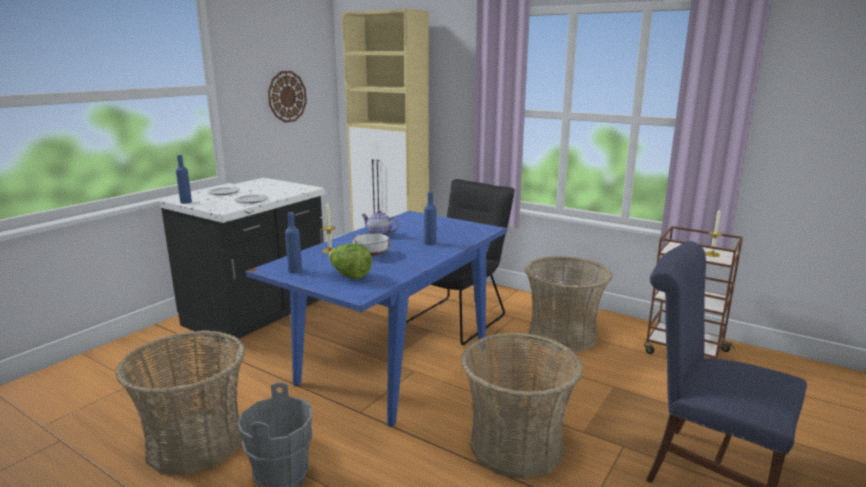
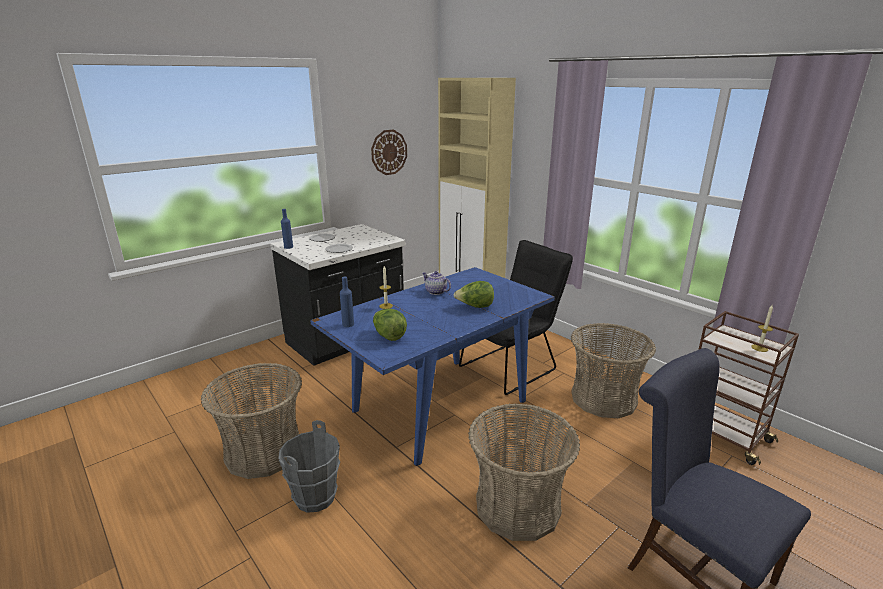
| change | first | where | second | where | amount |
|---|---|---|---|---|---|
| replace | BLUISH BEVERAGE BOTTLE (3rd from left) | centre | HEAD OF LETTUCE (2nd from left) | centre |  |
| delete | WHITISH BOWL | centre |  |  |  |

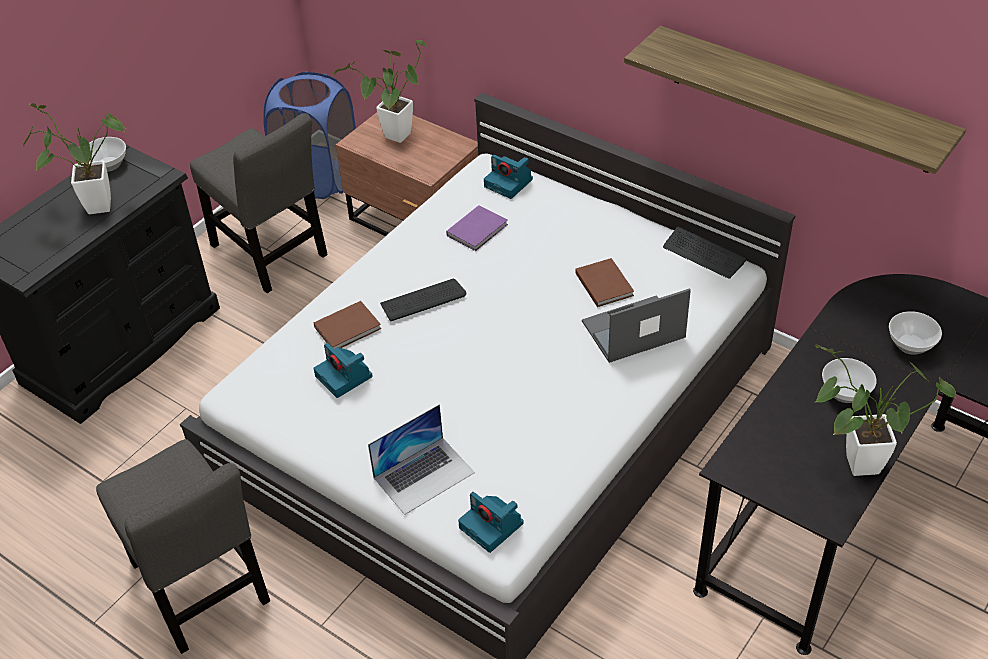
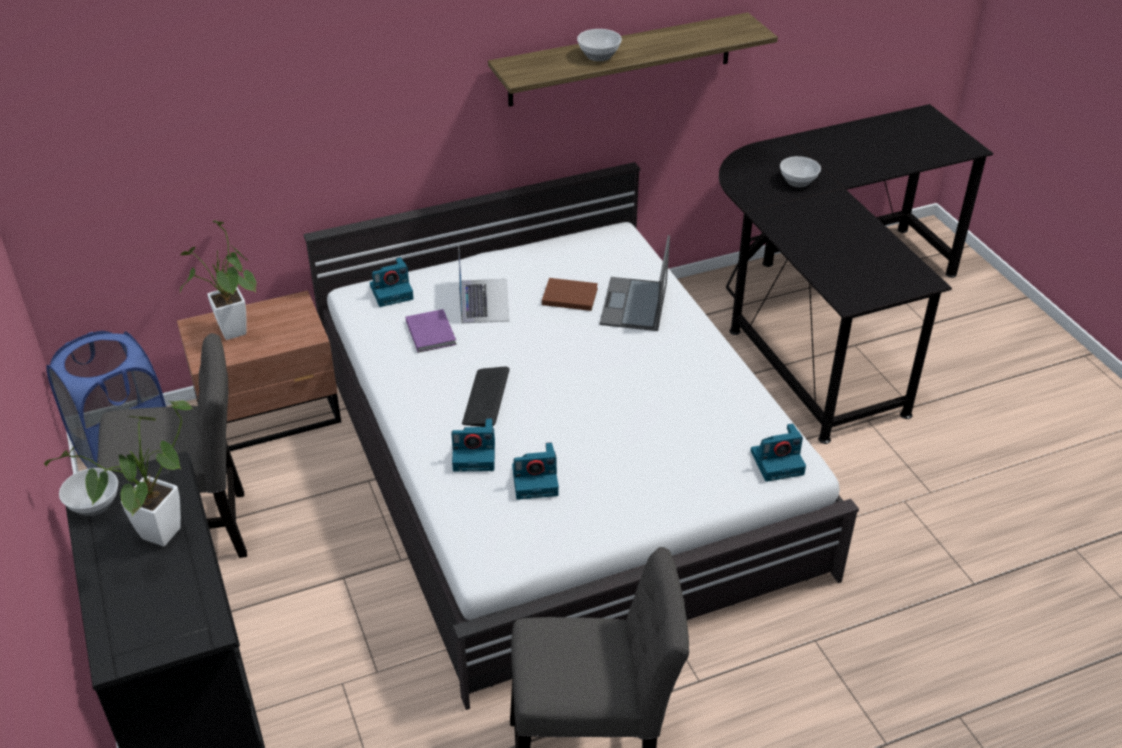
| change | first | where | second | where | amount |
|---|---|---|---|---|---|
| delete | PC KEYBOARD (2nd from left) | middle right |  |  |  |
| replace | BROWNISH BOUND BOOK (1st from left) | centre | PHOTO CAMERA (2nd from left) | centre |  |
| delete | POTTED PLANT (3rd from left) | middle right |  |  |  |
| move | BOWL (2nd from left) | middle right |  | top centre |  |
| move | NOTEBOOK COMPUTER (1st from left) | bottom centre |  | centre |  |

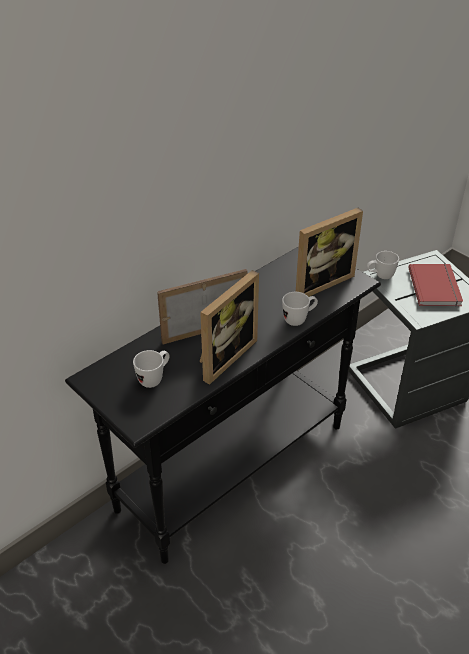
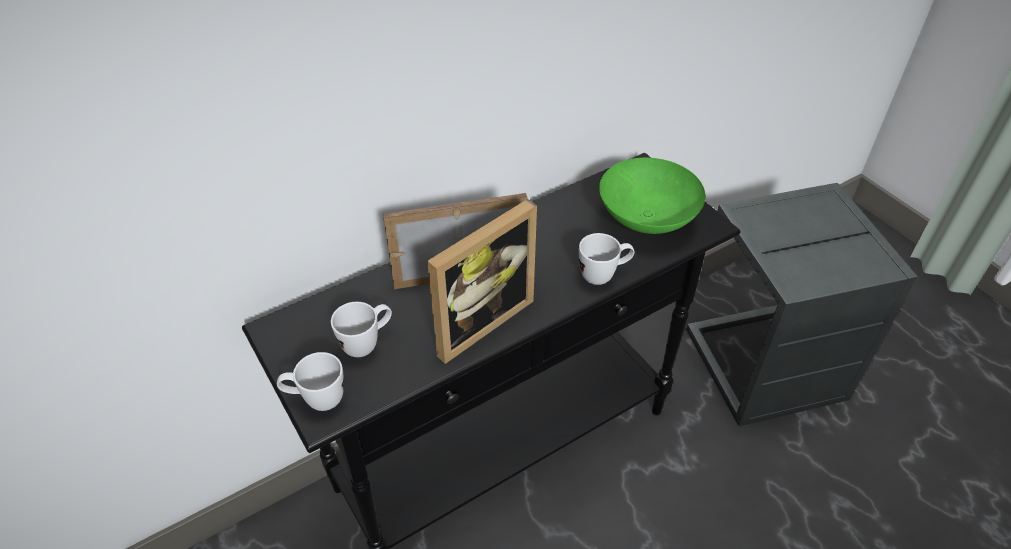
| change | first | where | second | where | amount |
|---|---|---|---|---|---|
| replace | PHOTO FRAME (3rd from left) | middle right | GREEN BOWL | centre |  |
| move | WHITISH MUG (3rd from left in the first image) | middle right | WHITISH MUG (1st from left) | bottom left |  |
| delete | RED BOUND BOOK | middle right |  |  |  |

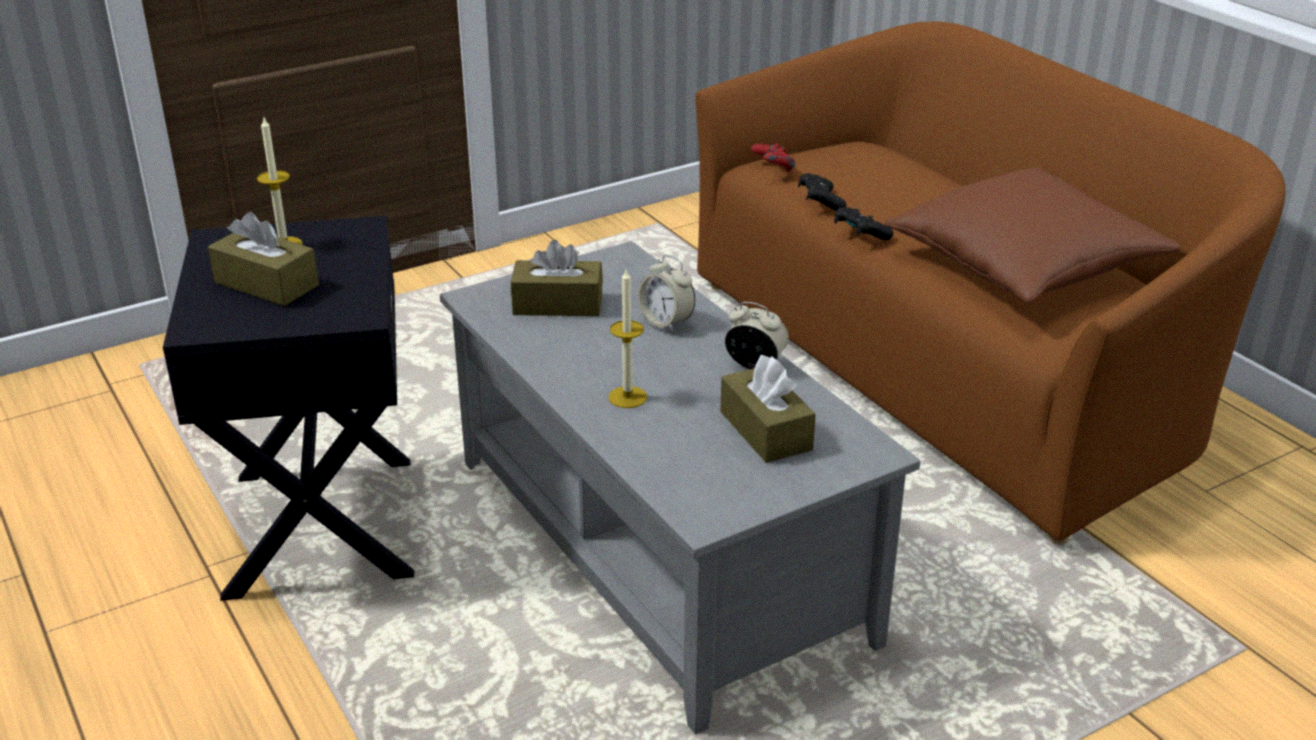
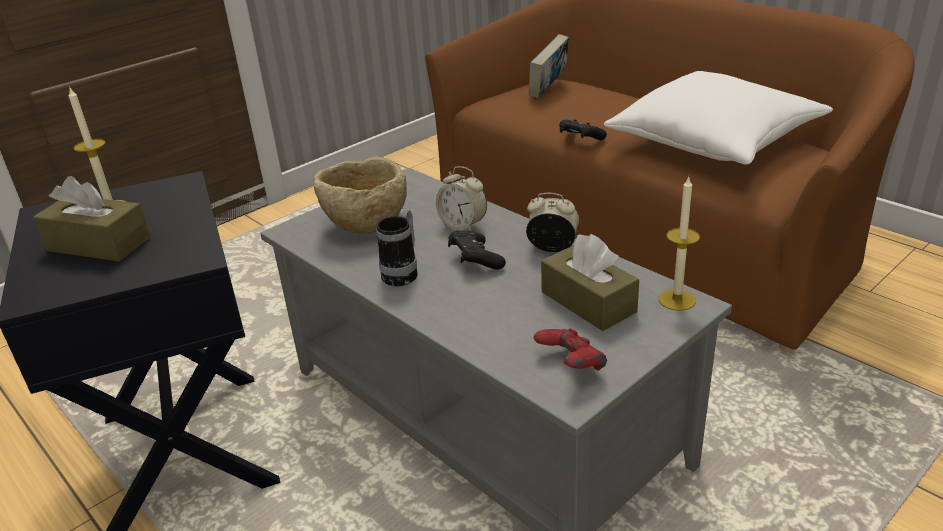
| change | first | where | second | where | amount |
|---|---|---|---|---|---|
| move | RED JOYPAD | top centre |  | centre |  |
| recolor | BROWNISH THROW PILLOW | top right | WHITISH THROW PILLOW | top right |  |
| move | BLACKISH JOYPAD (1st from left) | top centre |  | centre |  |
| replace | BROWNISH BOX OF TISSUES (2nd from left) | centre | SAND-COLOURED BOWL | centre |  |
| move | CANDLE (2nd from left) | centre |  | middle right |  |
| insert |  |  | BOUND BOOK | top centre |  |
| insert |  |  | MUG | centre |  |

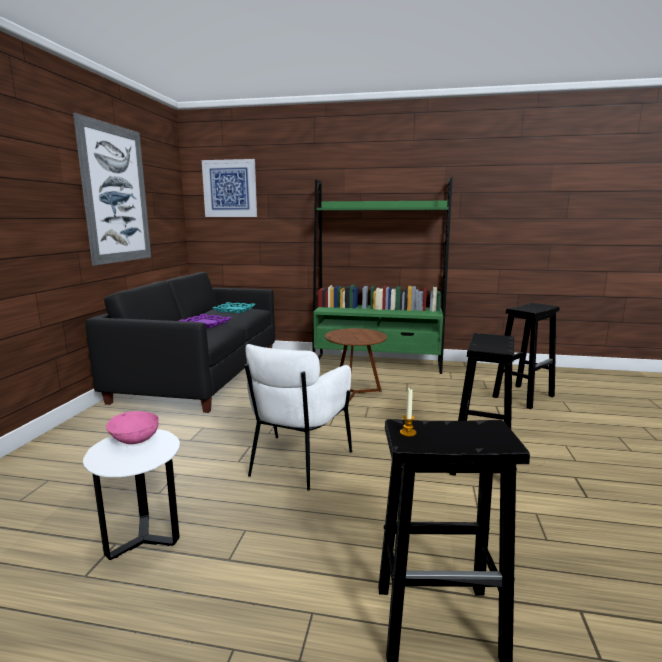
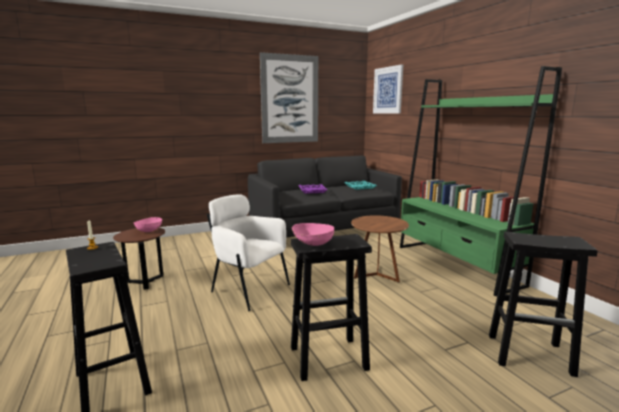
| change | first | where | second | where | amount |
|---|---|---|---|---|---|
| rotate | WHITISH ARMCHAIR | centre |  | centre | 45 degrees clockwise |
| recolor | WHITISH SIDE TABLE | bottom left | BROWNISH SIDE TABLE (1st from left) | middle left |  |
| insert |  |  | PINKISH BOWL (2nd from left) | centre |  |

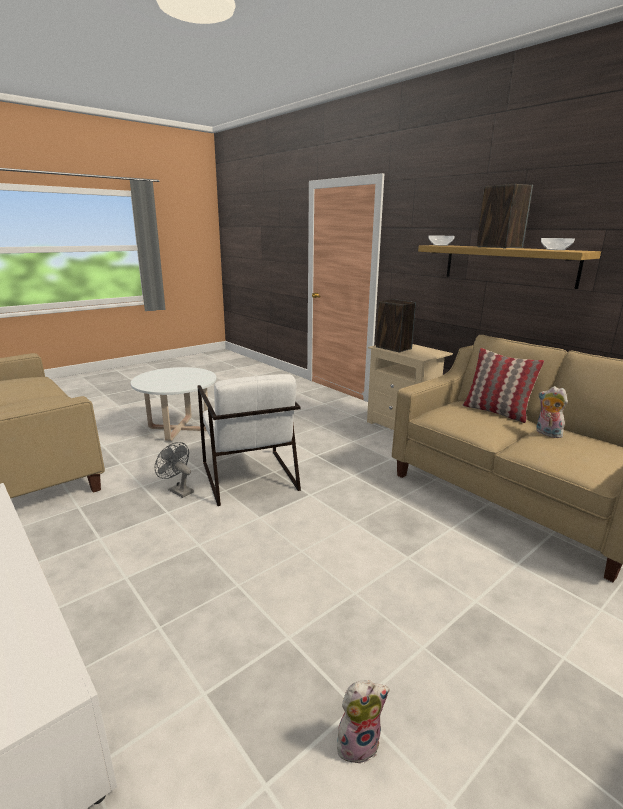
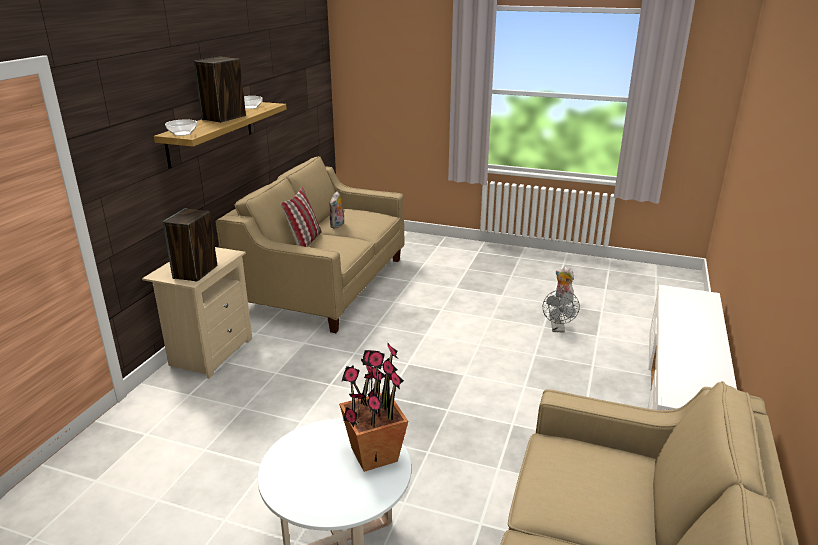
| change | first | where | second | where | amount |
|---|---|---|---|---|---|
| delete | WHITISH ARMCHAIR | centre |  |  |  |
| move | GREY FAN | middle left |  | middle right |  |
| insert |  |  | POTTED PLANT | bottom centre |  |

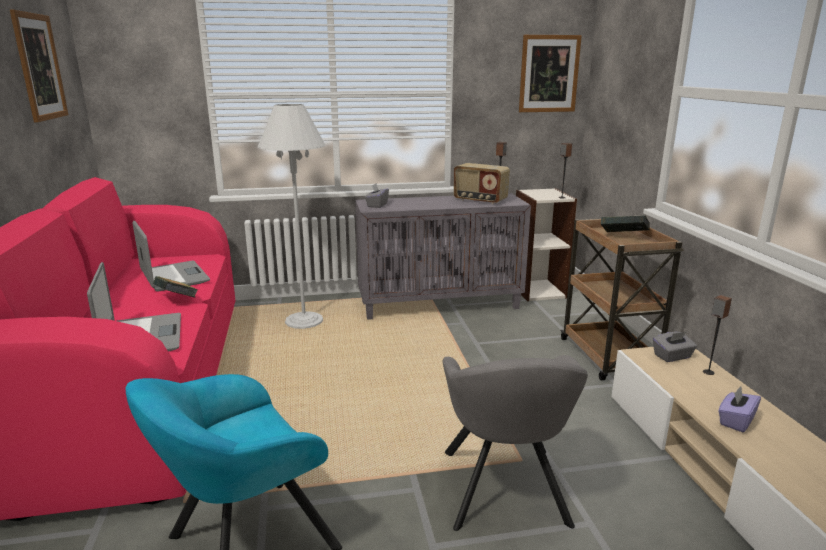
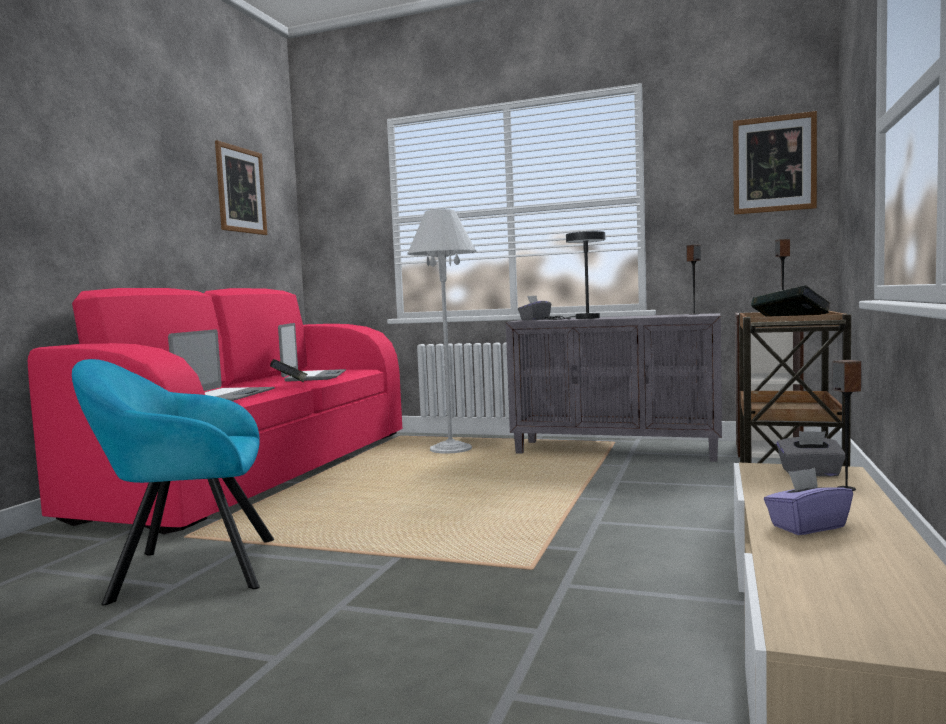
| change | first | where | second | where | amount |
|---|---|---|---|---|---|
| delete | RADIO SET | top centre |  |  |  |
| delete | GREY ARMCHAIR | bottom centre |  |  |  |
| insert |  |  | GREY LAMP FOR A TABLE | centre |  |

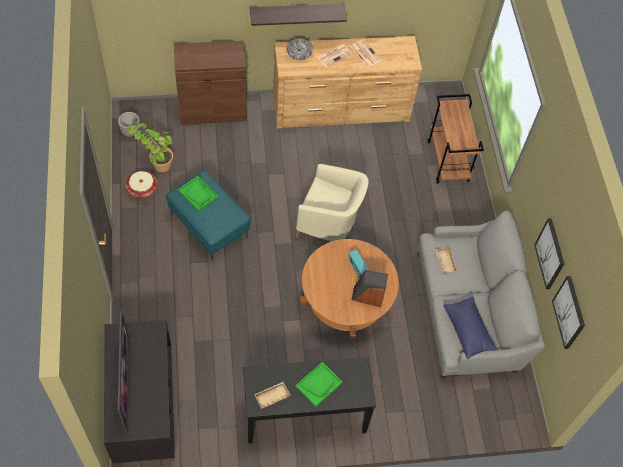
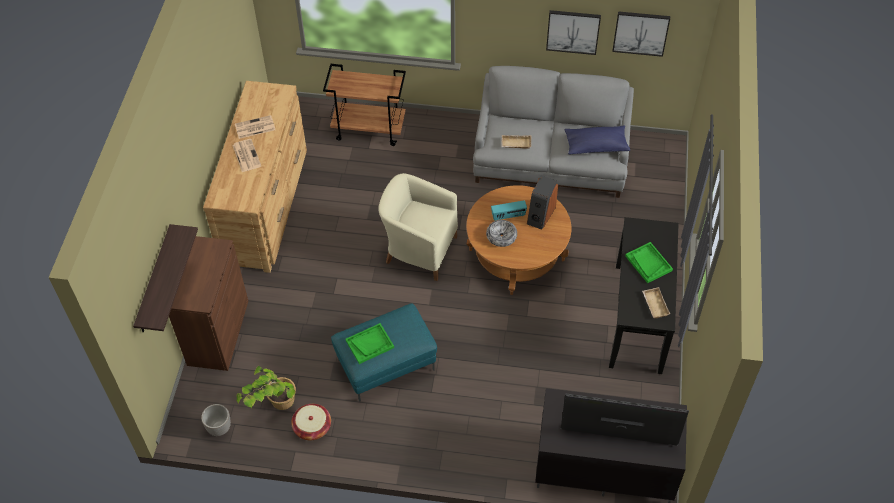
| change | first | where | second | where | amount |
|---|---|---|---|---|---|
| move | SHELF | top centre |  | middle left |  |
| move | BOWL | top centre |  | centre |  |
| rotate | SAND-COLOURED ARMCHAIR | centre |  | centre | 105 degrees counterclockwise |

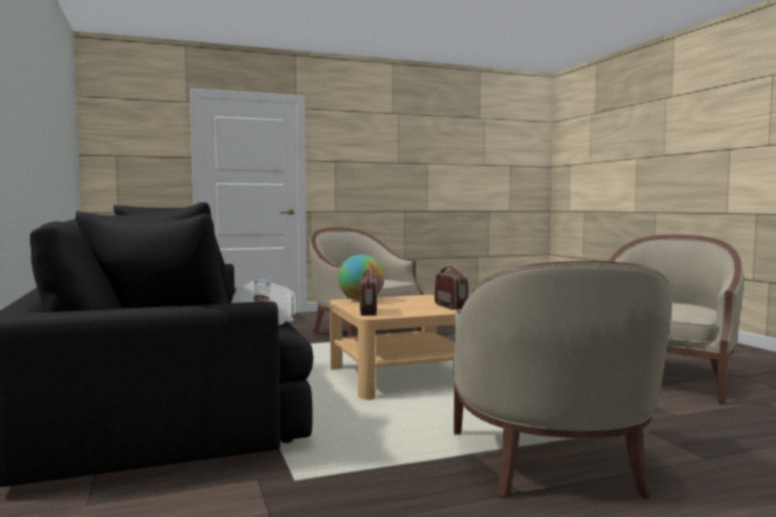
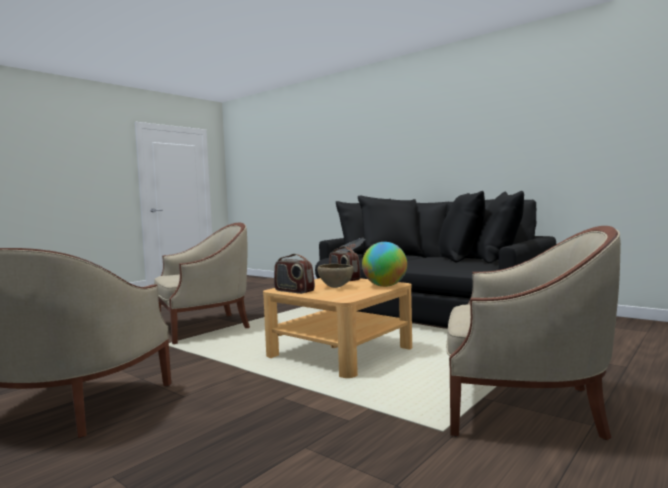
| change | first | where | second | where | amount |
|---|---|---|---|---|---|
| rotate | SAND-COLOURED ARMCHAIR (2nd from left) | bottom right |  | middle left | 90 degrees clockwise |
| insert |  |  | BROWNISH BOWL | centre |  |

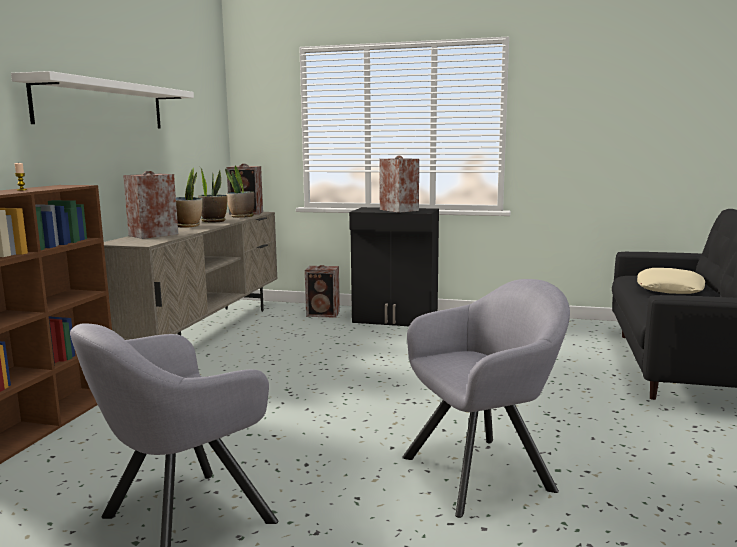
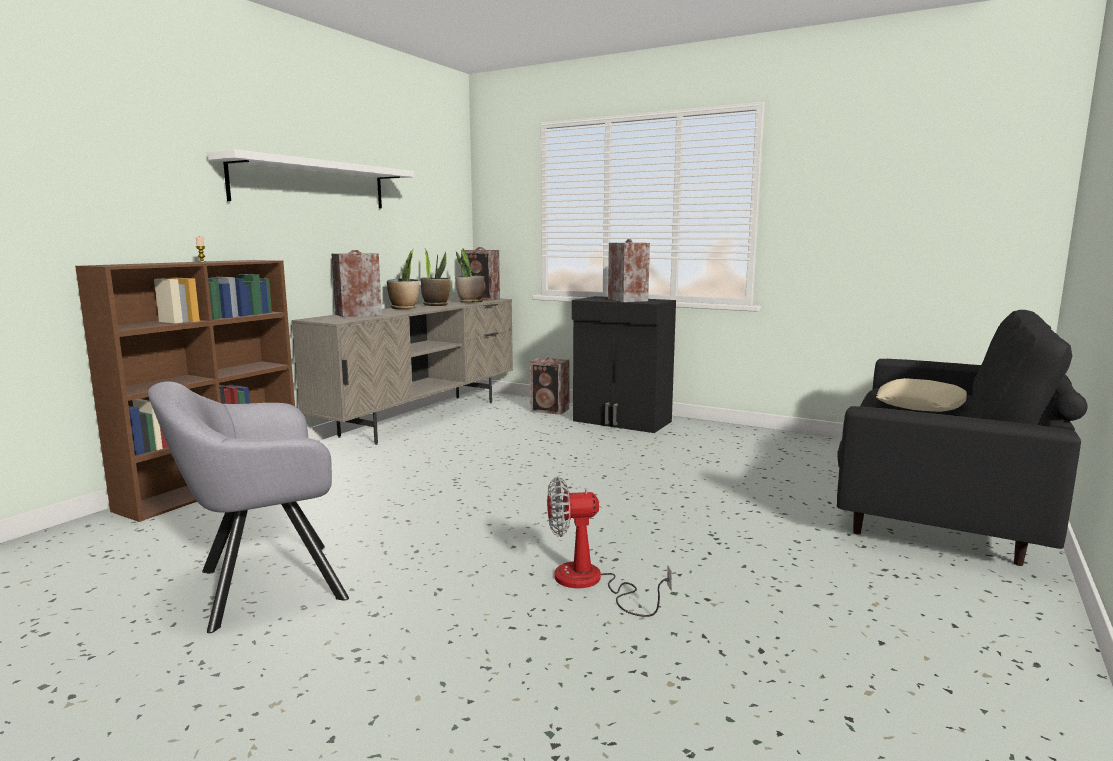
| change | first | where | second | where | amount |
|---|---|---|---|---|---|
| replace | GREY ARMCHAIR (2nd from left) | bottom centre | FAN | bottom centre |  |

